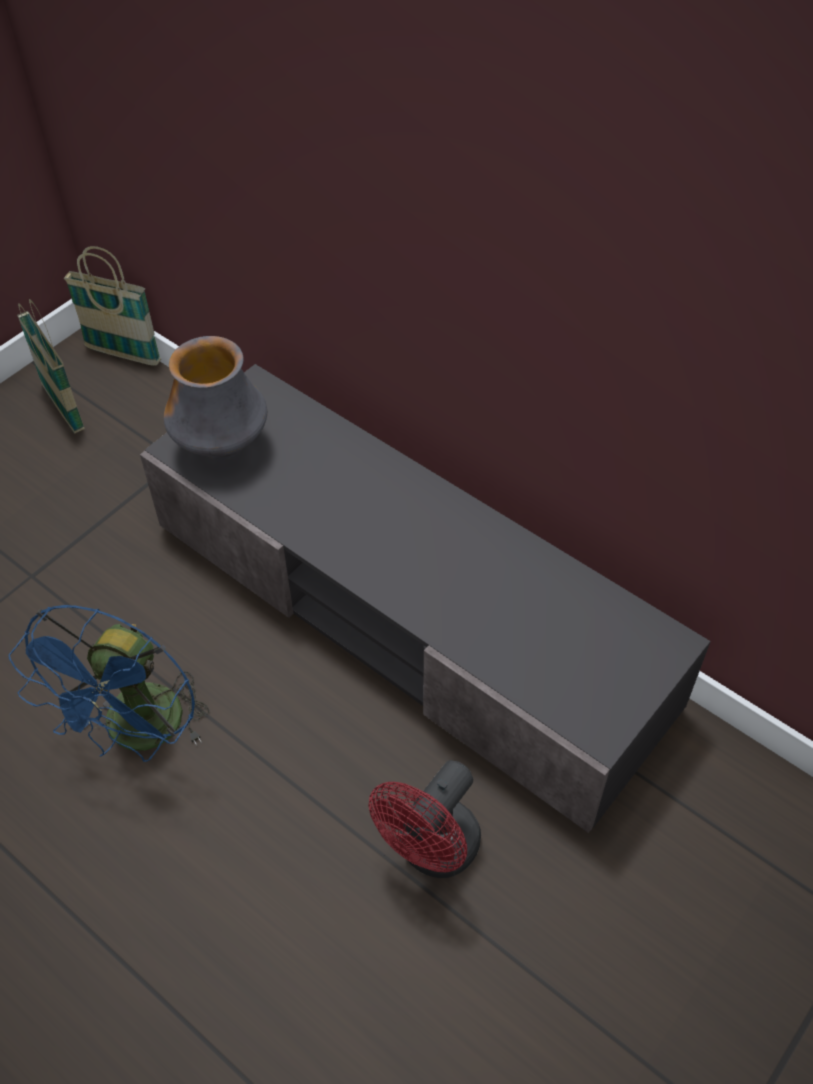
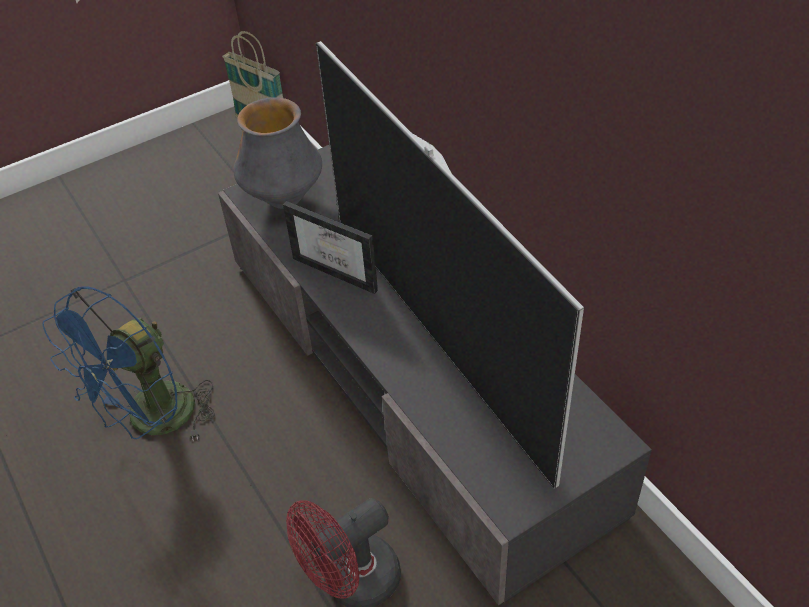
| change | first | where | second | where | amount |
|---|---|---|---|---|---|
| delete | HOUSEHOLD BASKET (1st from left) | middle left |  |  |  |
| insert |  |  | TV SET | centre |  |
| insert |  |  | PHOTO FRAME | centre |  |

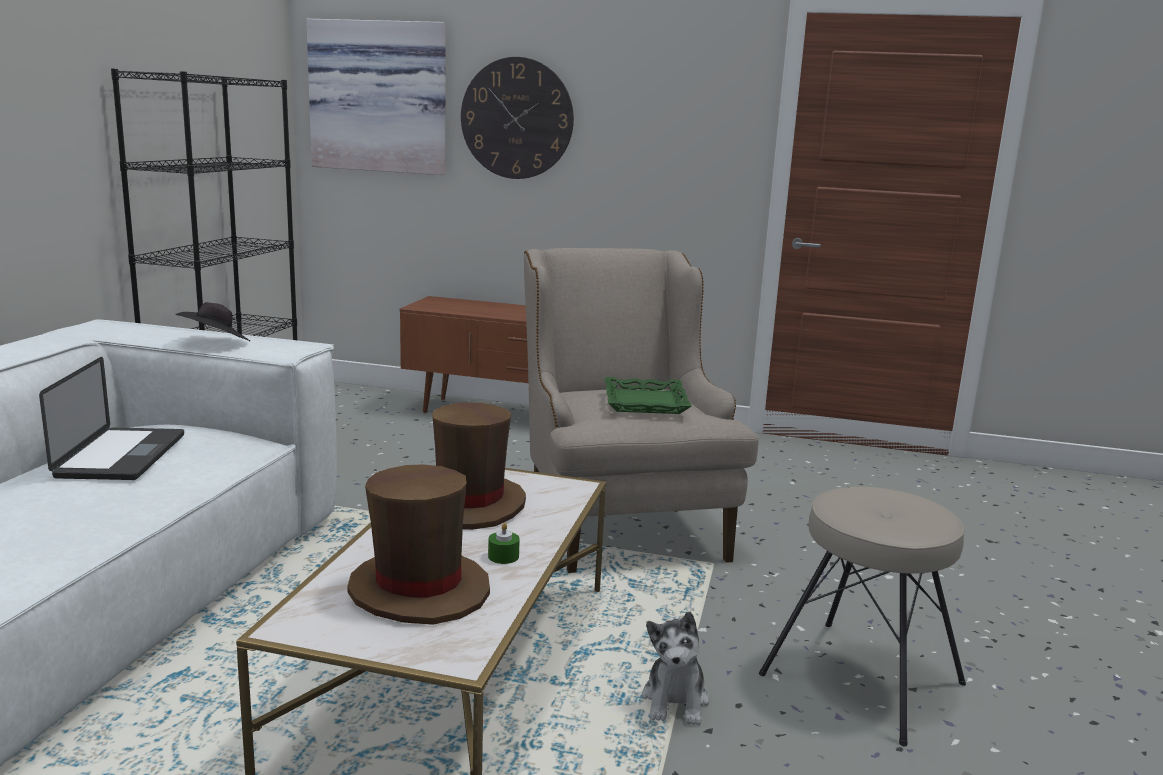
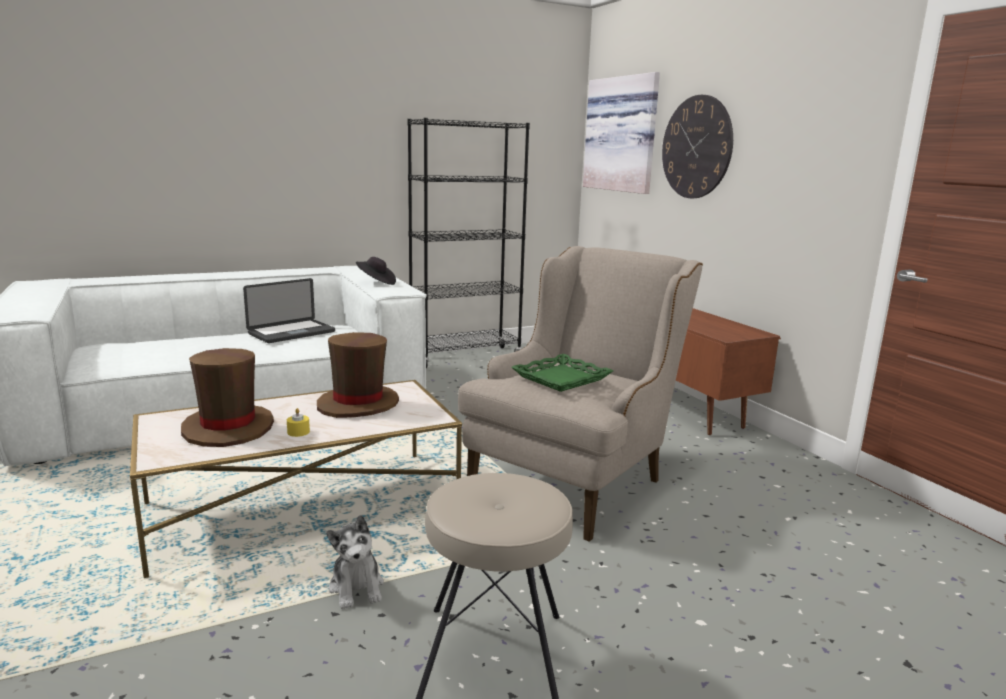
| change | first | where | second | where | amount |
|---|---|---|---|---|---|
| recolor | GREEN CANDLE | bottom centre | YELLOW CANDLE | middle left |  |
| rotate | PLUSH TOY | bottom centre |  | bottom centre | 75 degrees counterclockwise |

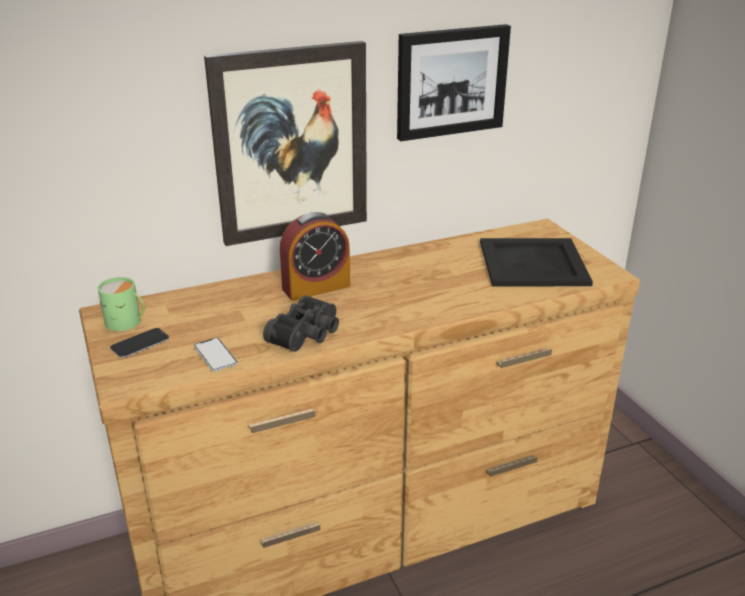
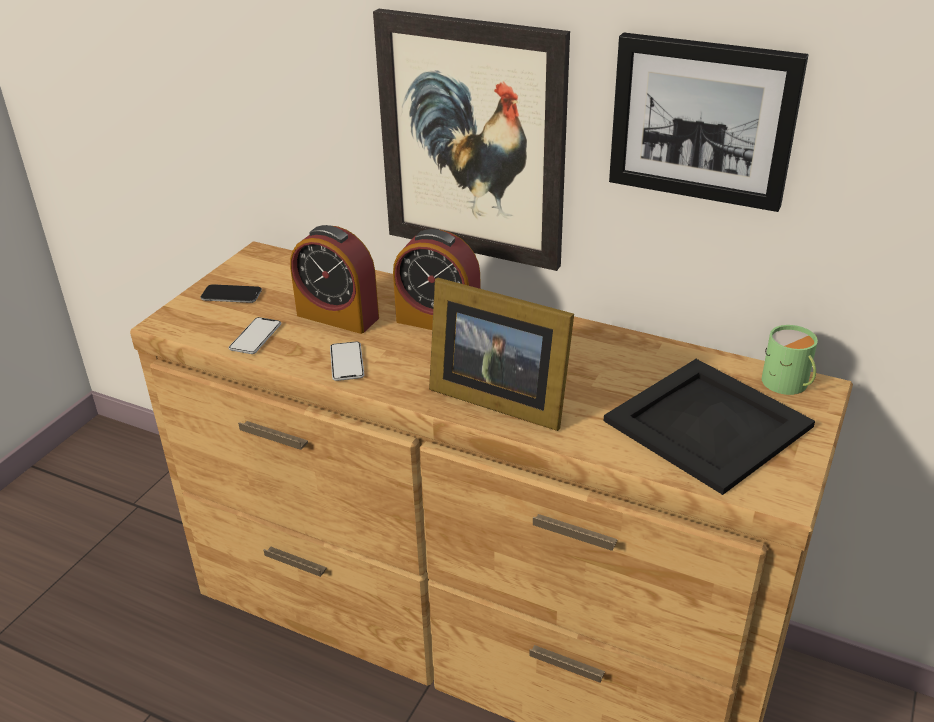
| change | first | where | second | where | amount |
|---|---|---|---|---|---|
| move | GREEN MUG | middle left |  | middle right |  |
| replace | BLACKISH PAIR OF BINOCULARS | centre | PHONE (3rd from left) | centre |  |
| insert |  |  | BEDSIDE CLOCK (1st from left) | centre |  |
| insert |  |  | PHOTO FRAME | centre |  |

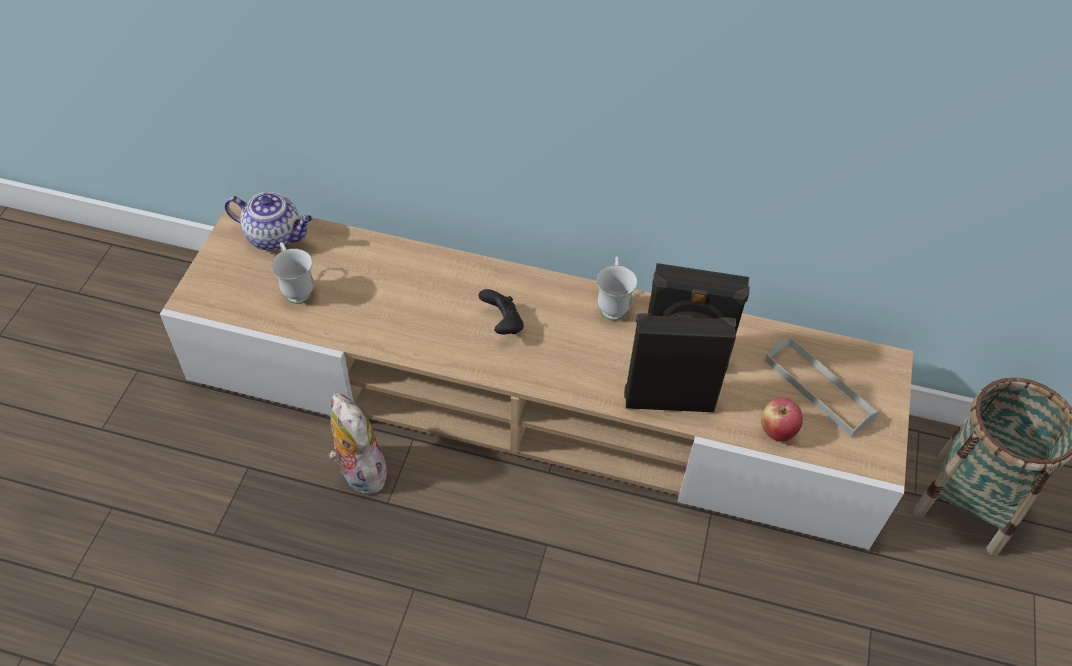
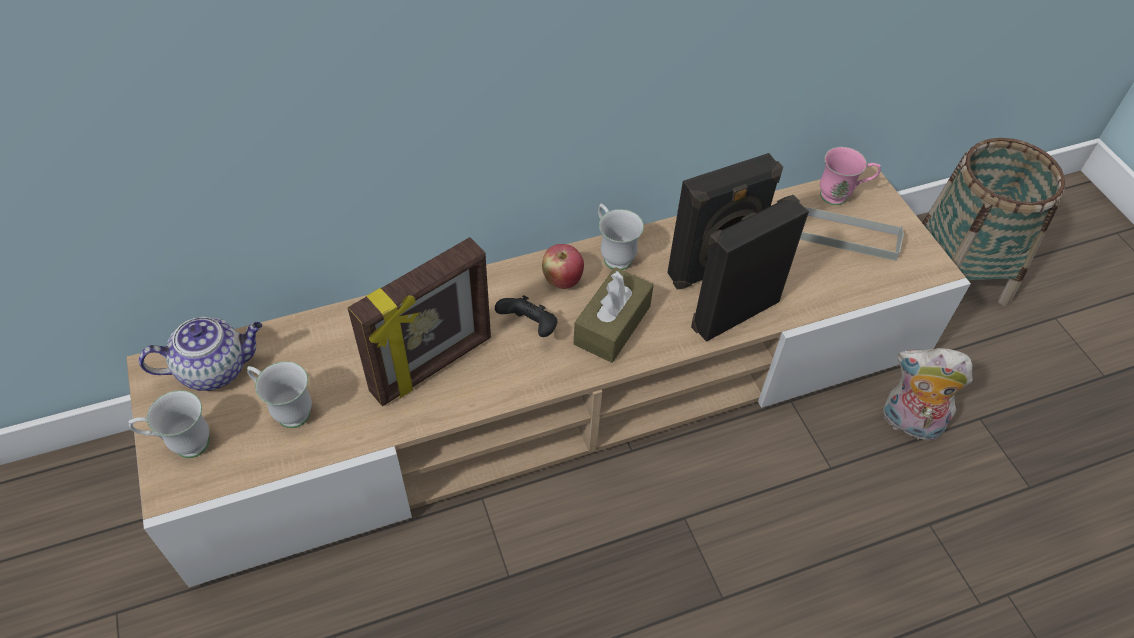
| change | first | where | second | where | amount |
|---|---|---|---|---|---|
| move | PLUSH TOY | centre |  | middle right |  |
| move | APPLE FRUIT | middle right |  | centre |  |
| insert |  |  | PINKISH MUG | top right |  |
| insert |  |  | PHOTO FRAME | centre |  |
| insert |  |  | BROWNISH BOX OF TISSUES | centre |  |
| insert |  |  | WHITISH MUG (1st from left) | middle left |  |

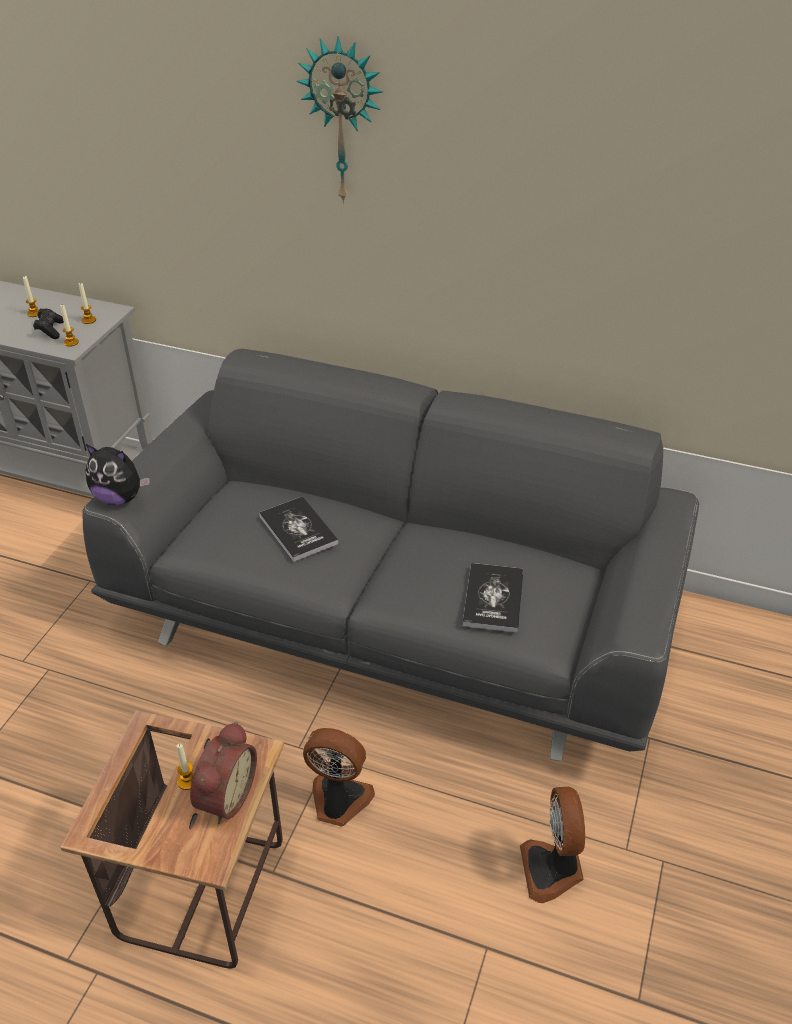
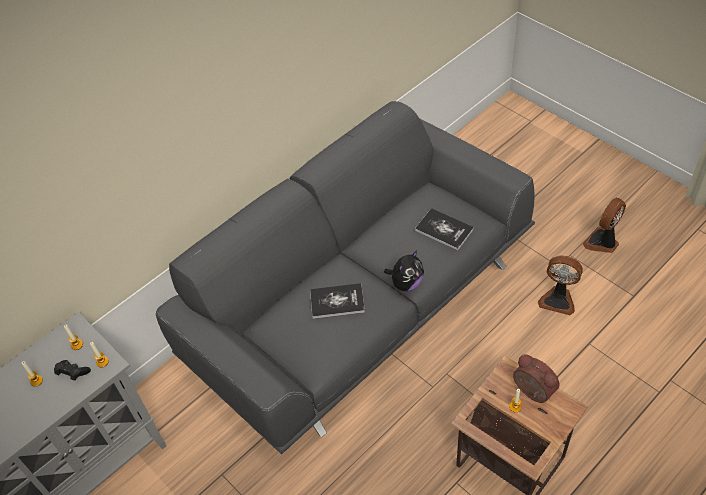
| change | first | where | second | where | amount |
|---|---|---|---|---|---|
| delete | HANGING CLOCK | top centre |  |  |  |
| move | PLUSH TOY | middle left |  | centre |  |
| move | FAN (1st from left in the first image) | bottom centre | FAN (2nd from left) | middle right |  |

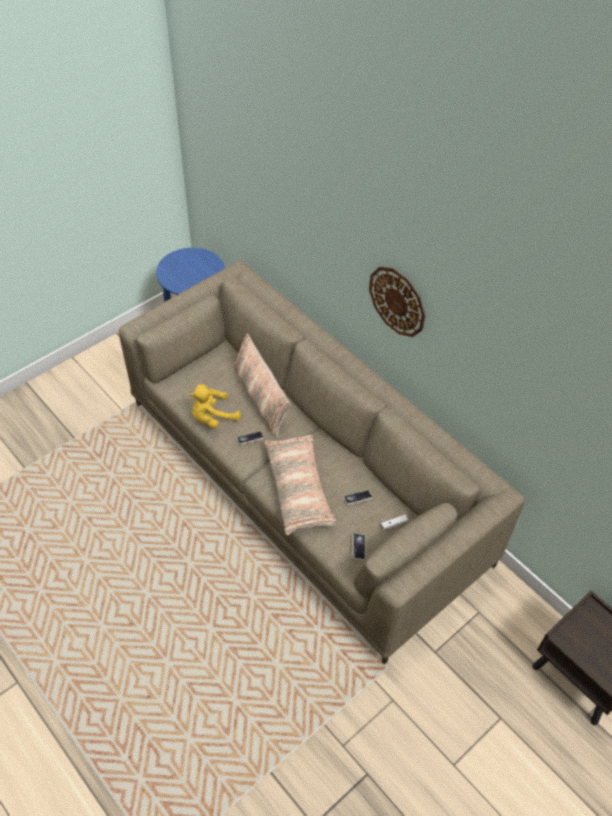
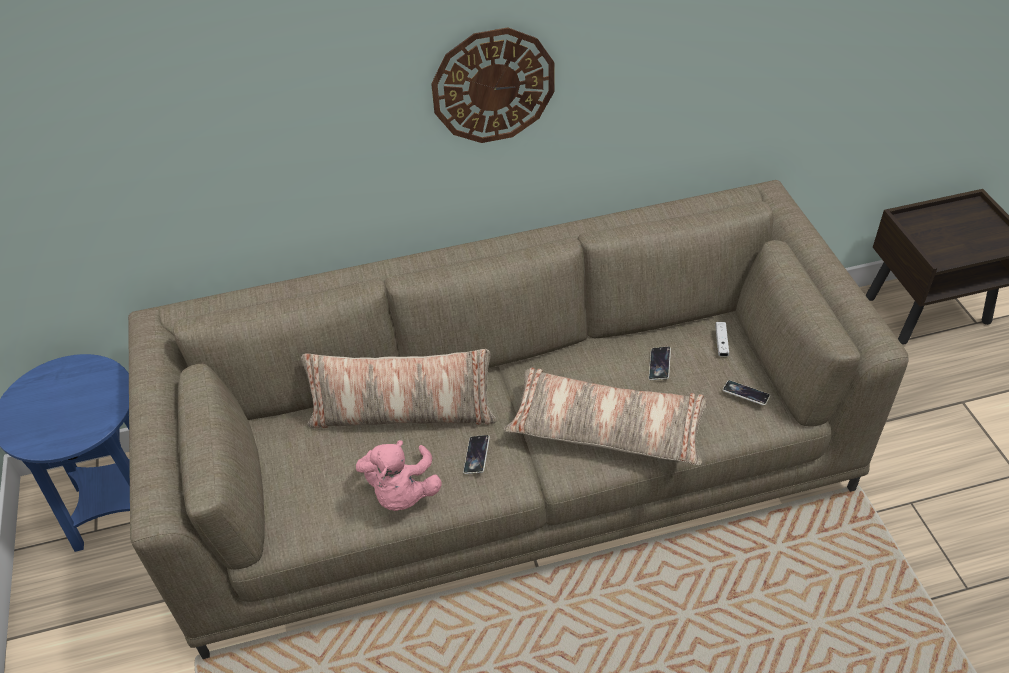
| change | first | where | second | where | amount |
|---|---|---|---|---|---|
| recolor | YELLOW PLUSH TOY | centre | PINKISH PLUSH TOY | bottom centre |  |

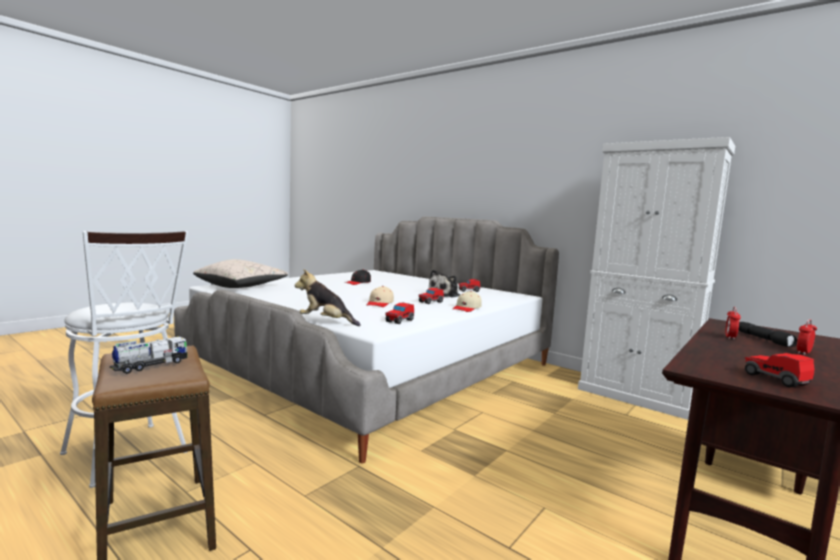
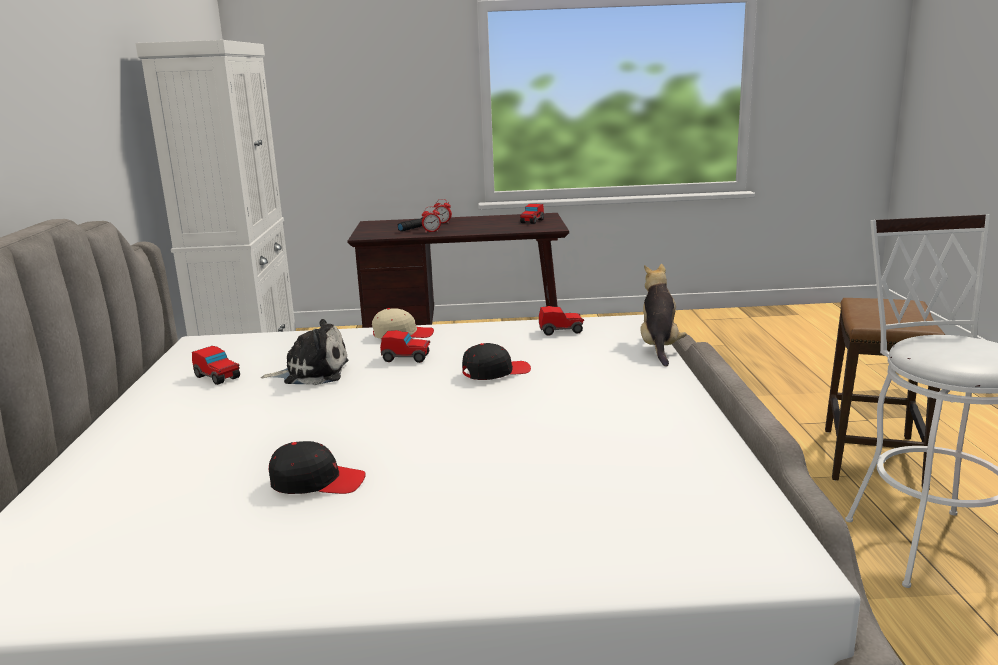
| change | first | where | second | where | amount |
|---|---|---|---|---|---|
| delete | SAND-COLOURED THROW PILLOW | middle left |  |  |  |
| rotate | PLUSH TOY (1st from left in the first image) | centre | PLUSH TOY (2nd from left) | centre | 150 degrees counterclockwise |
| recolor | SAND-COLOURED PEAKED CAP (1st from left) | centre | BLACKISH PEAKED CAP (2nd from left) | centre |  |
| delete | MODEL TRUCK | middle left |  |  |  |

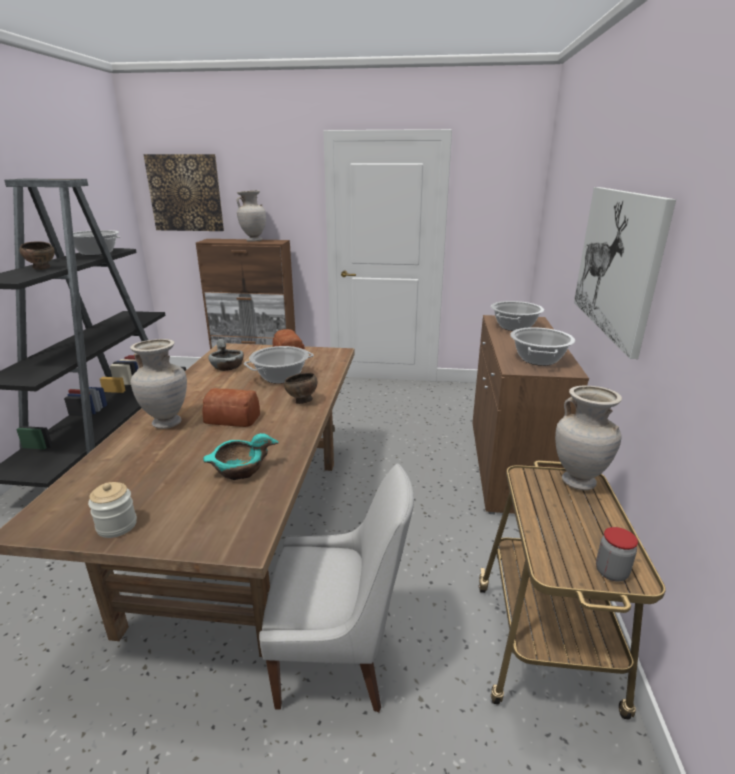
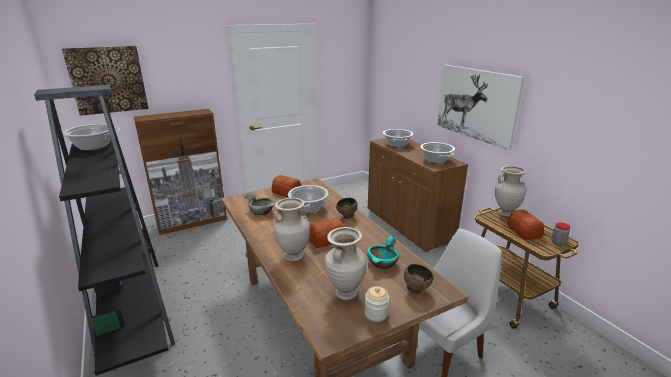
| change | first | where | second | where | amount |
|---|---|---|---|---|---|
| move | SAND-COLOURED DECORATIVE VASE (2nd from left) | top centre |  | bottom centre |  |
| move | BROWNISH BOWL (1st from left in the first image) | top left | BROWNISH BOWL (2nd from left) | bottom centre |  |
| insert |  |  | BAKERY BREAD (3rd from left) | middle right |  |

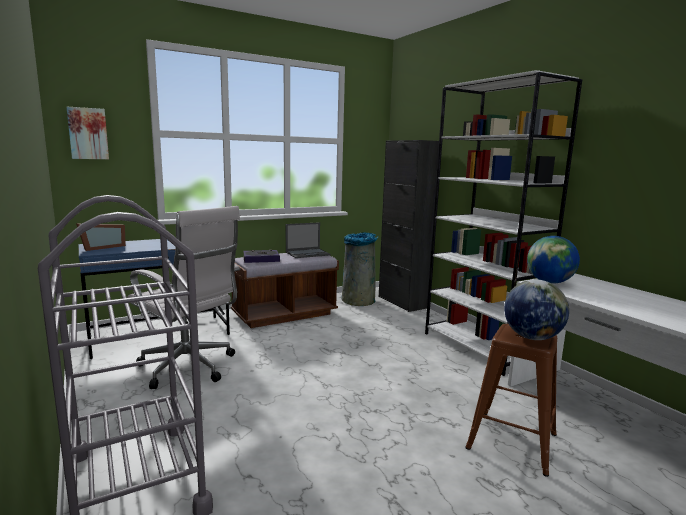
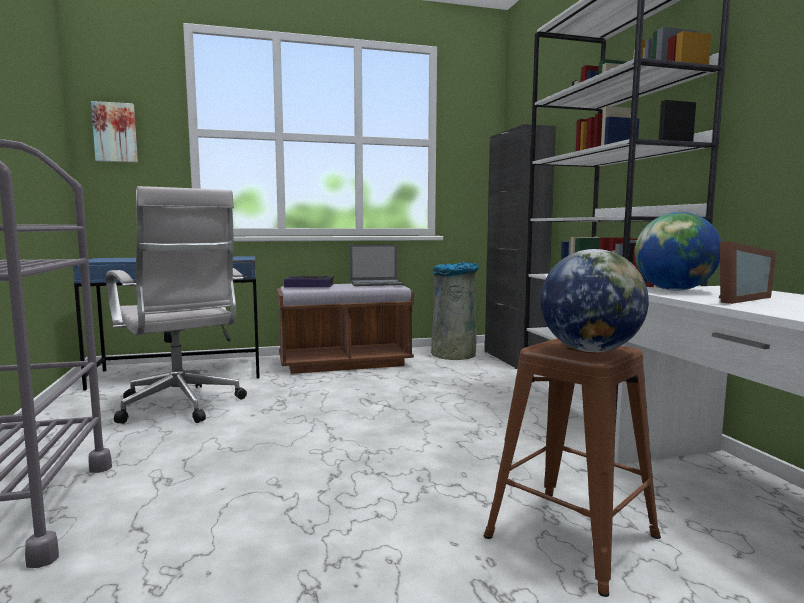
| change | first | where | second | where | amount |
|---|---|---|---|---|---|
| move | PHOTO FRAME | middle left |  | middle right |  |

